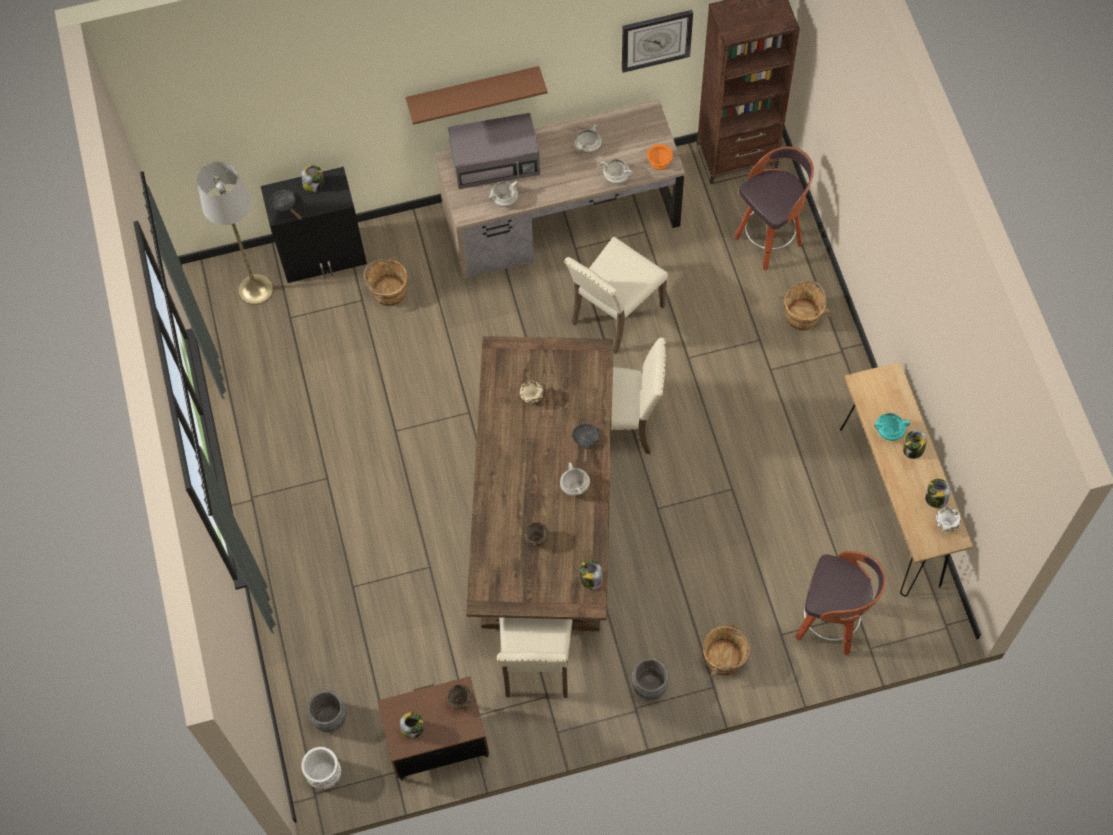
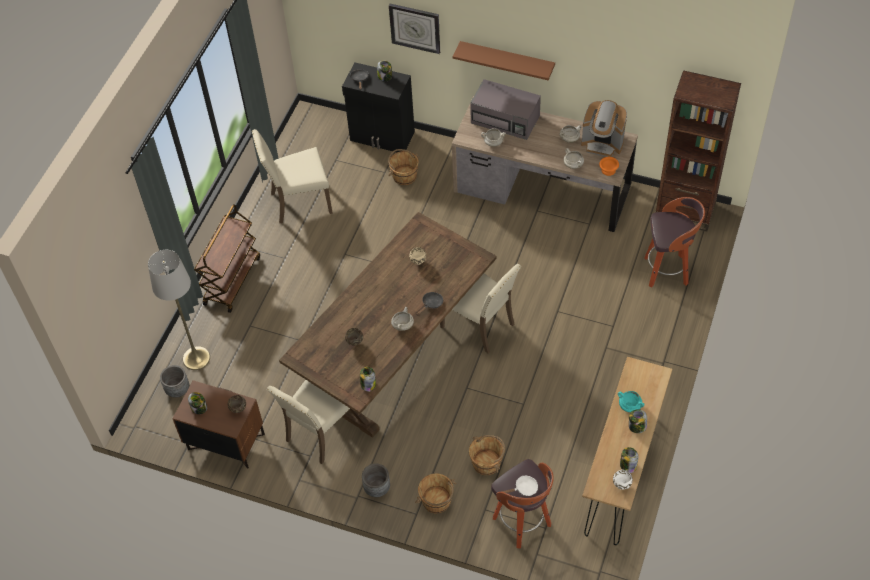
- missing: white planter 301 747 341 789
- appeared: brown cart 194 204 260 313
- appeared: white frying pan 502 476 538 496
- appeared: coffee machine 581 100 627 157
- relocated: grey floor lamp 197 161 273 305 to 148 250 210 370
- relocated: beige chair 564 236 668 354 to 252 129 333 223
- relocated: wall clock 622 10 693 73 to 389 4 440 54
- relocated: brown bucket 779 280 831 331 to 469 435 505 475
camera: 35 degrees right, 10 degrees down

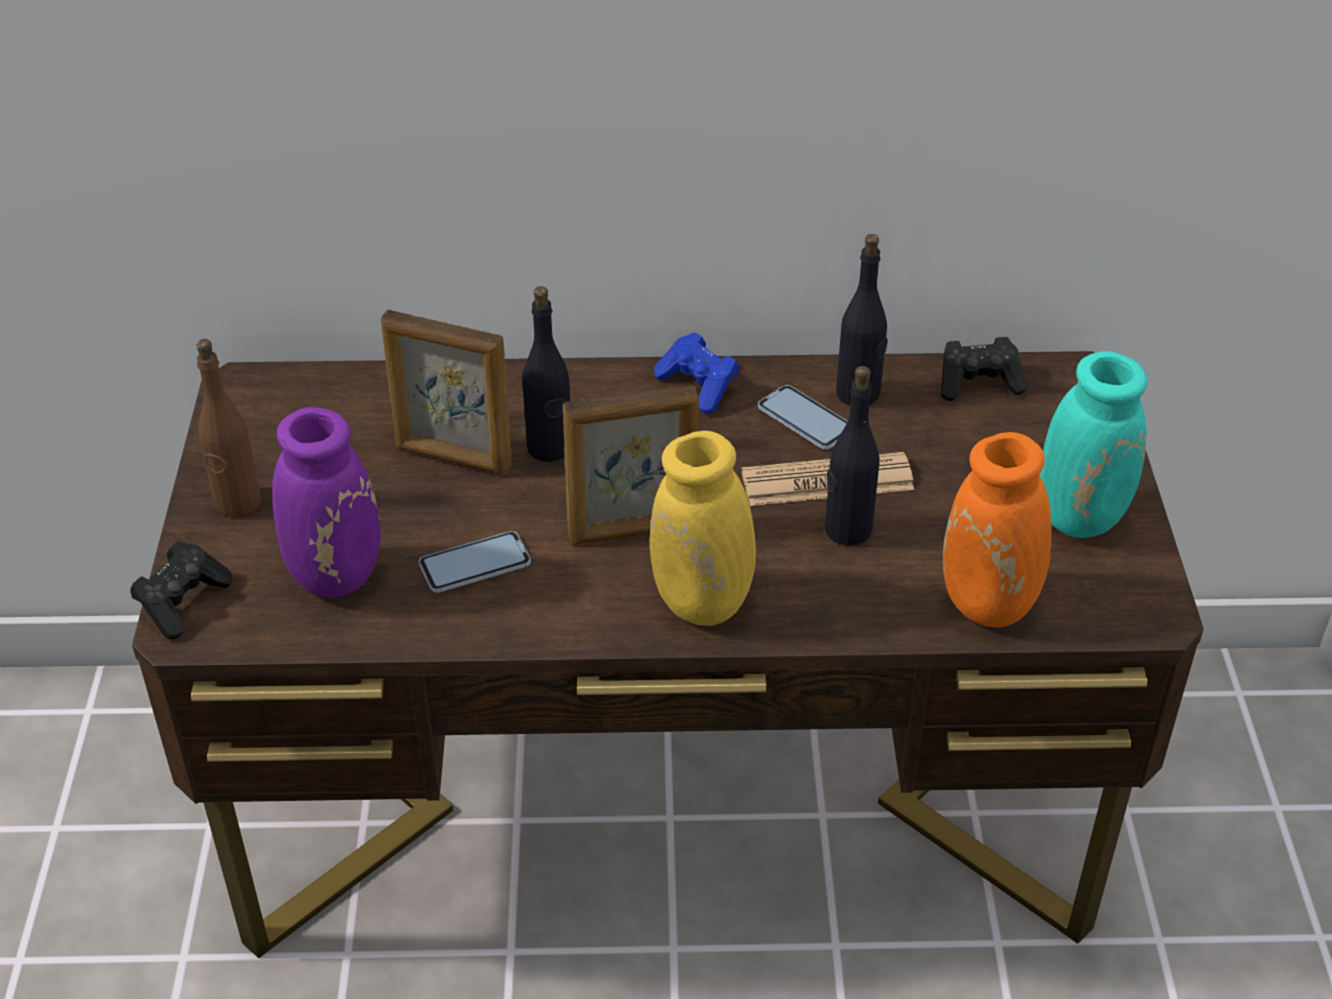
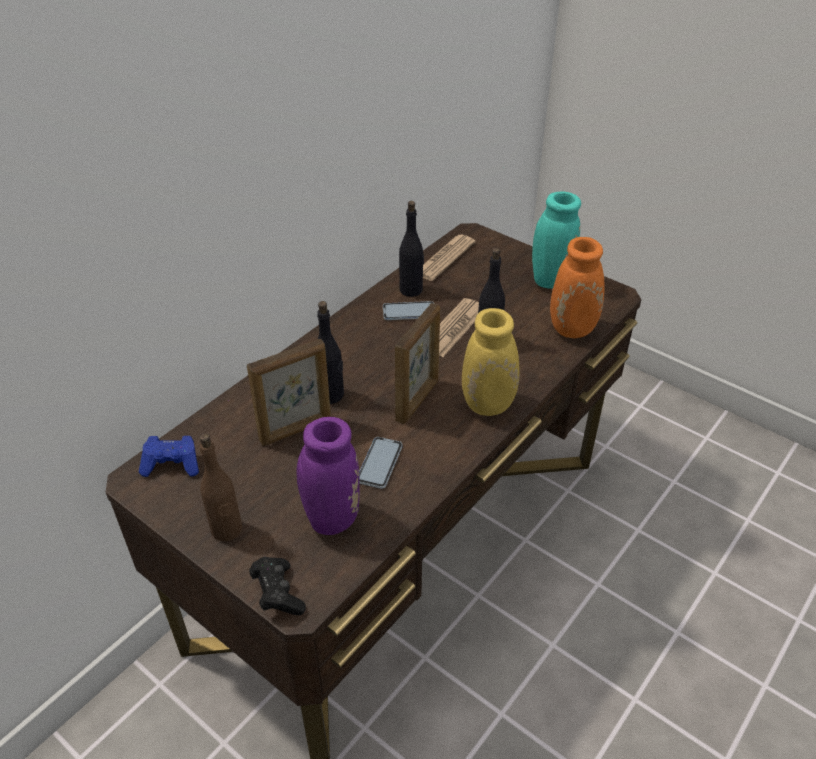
- relocated: blue game controller 654 332 739 414 to 139 436 199 477
- exchanged: black game controller 941 337 1027 401 to newspaper 423 235 475 281
camera: 50 degrees left, 0 degrees up

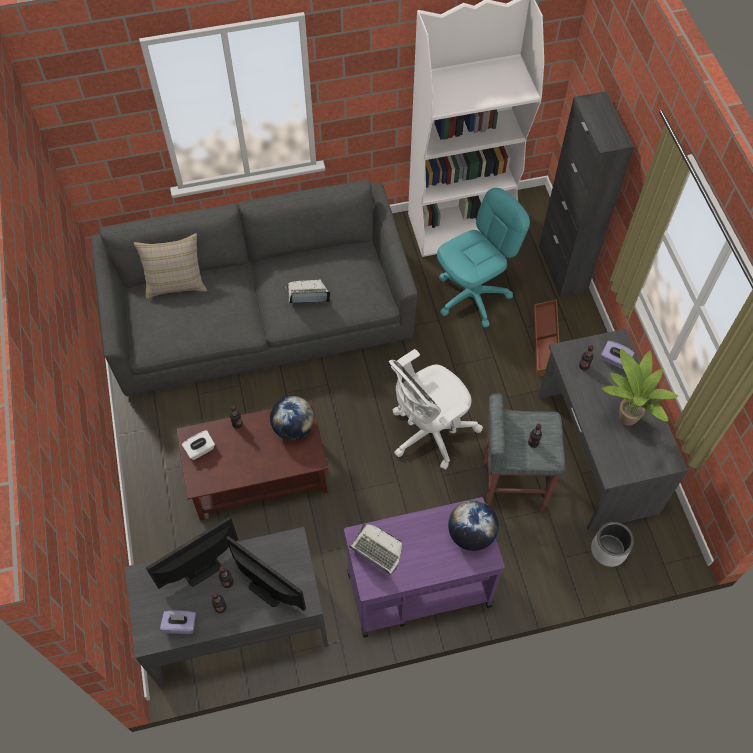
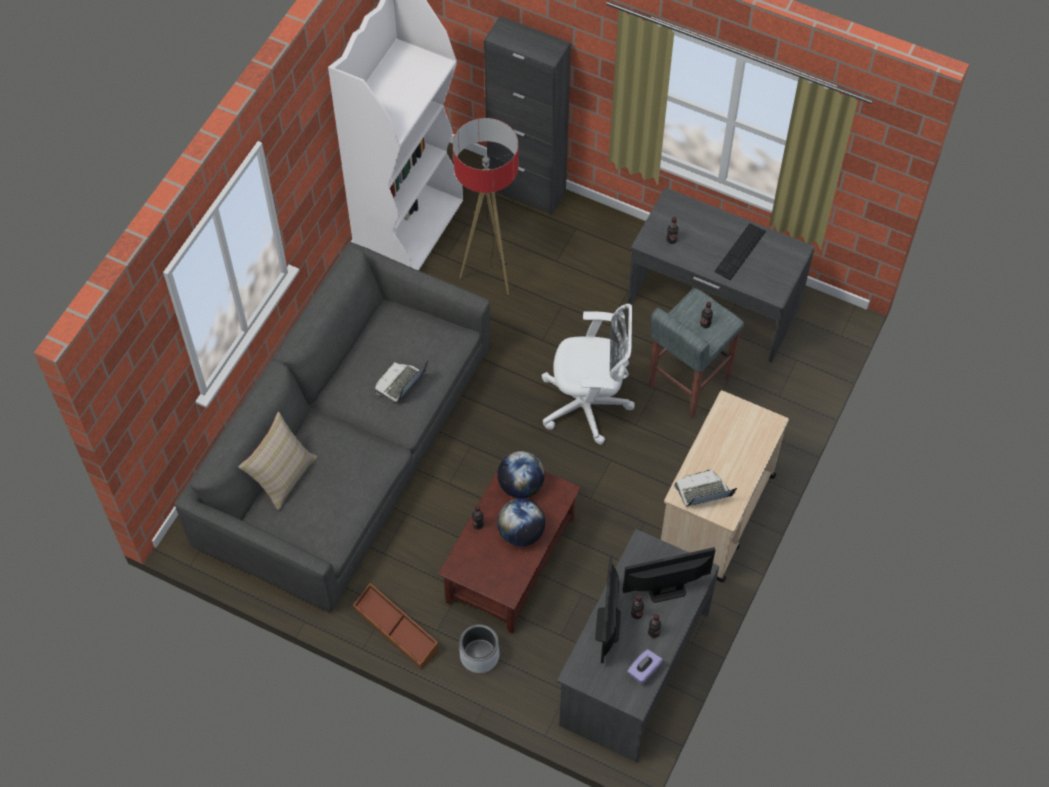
- missing: white tissue box 182 430 215 460
- missing: purple tissue box 601 341 634 369
- relocated: globe 448 500 499 551 to 497 498 545 546
- relocated: brown storage box 533 299 560 376 to 353 583 439 669
- relocated: grey planter 591 521 634 567 to 459 624 499 673
- exchanged: turquoise office chair 437 188 530 328 to floor lamp 453 118 518 295
- exchanged: potted plant 602 348 678 426 to keyboard 714 223 766 280
- colour: purple cart 344 497 505 638 to beige cart 661 390 789 582
- spun: white office chair 389 349 483 470 = 542 304 635 445 90 degrees counterclockwise
camera: 50 degrees left, 0 degrees up

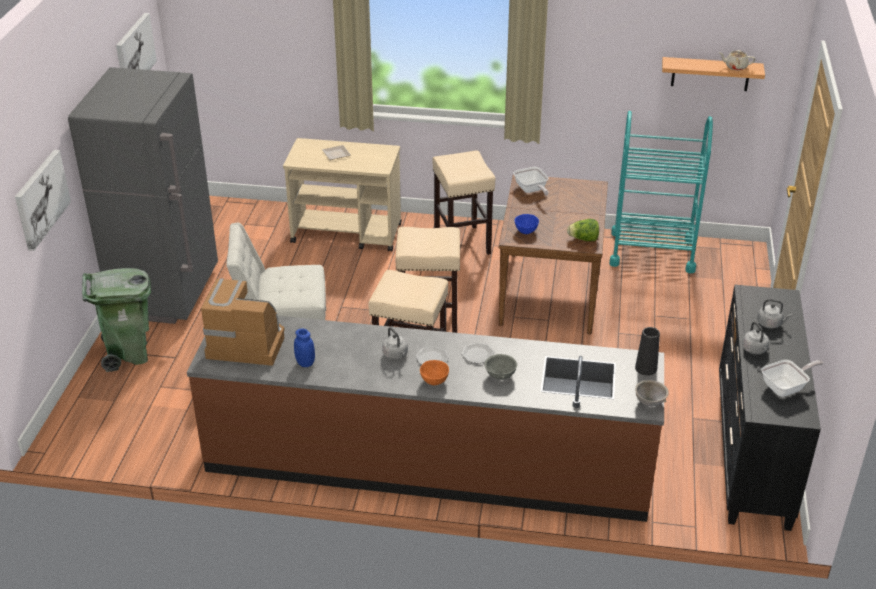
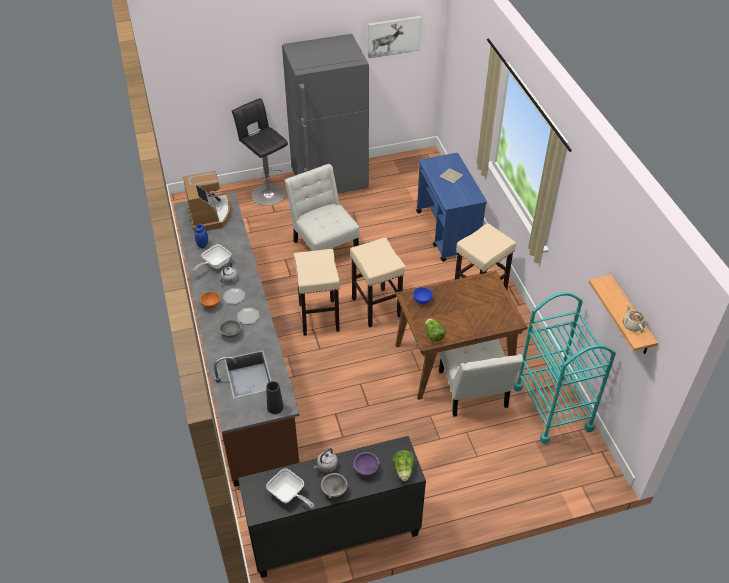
- missing: picture 15 150 71 251
- appeared: lettuce 393 450 414 481
- appeared: white chair 439 339 524 417
- relocated: frying pan 513 167 549 195 to 193 244 231 272
- relocated: grey bowl 635 380 668 406 to 321 473 347 498
- exchanged: green trash can 82 268 151 372 to black stool 232 98 288 206
- exchanged: grey kettle 757 299 792 329 to purple bowl 353 452 380 476
- colour: beige cart 283 138 402 252 to blue cart 416 153 487 262
camera: 65 degrees right, 10 degrees up

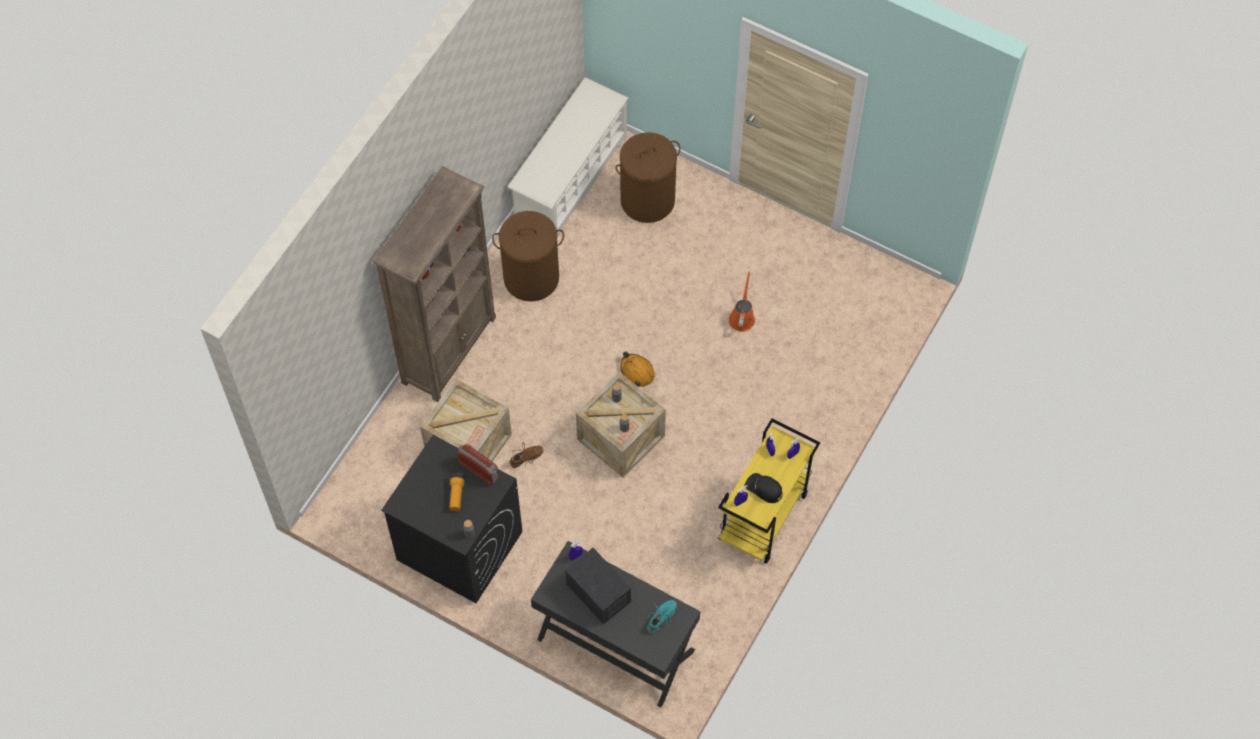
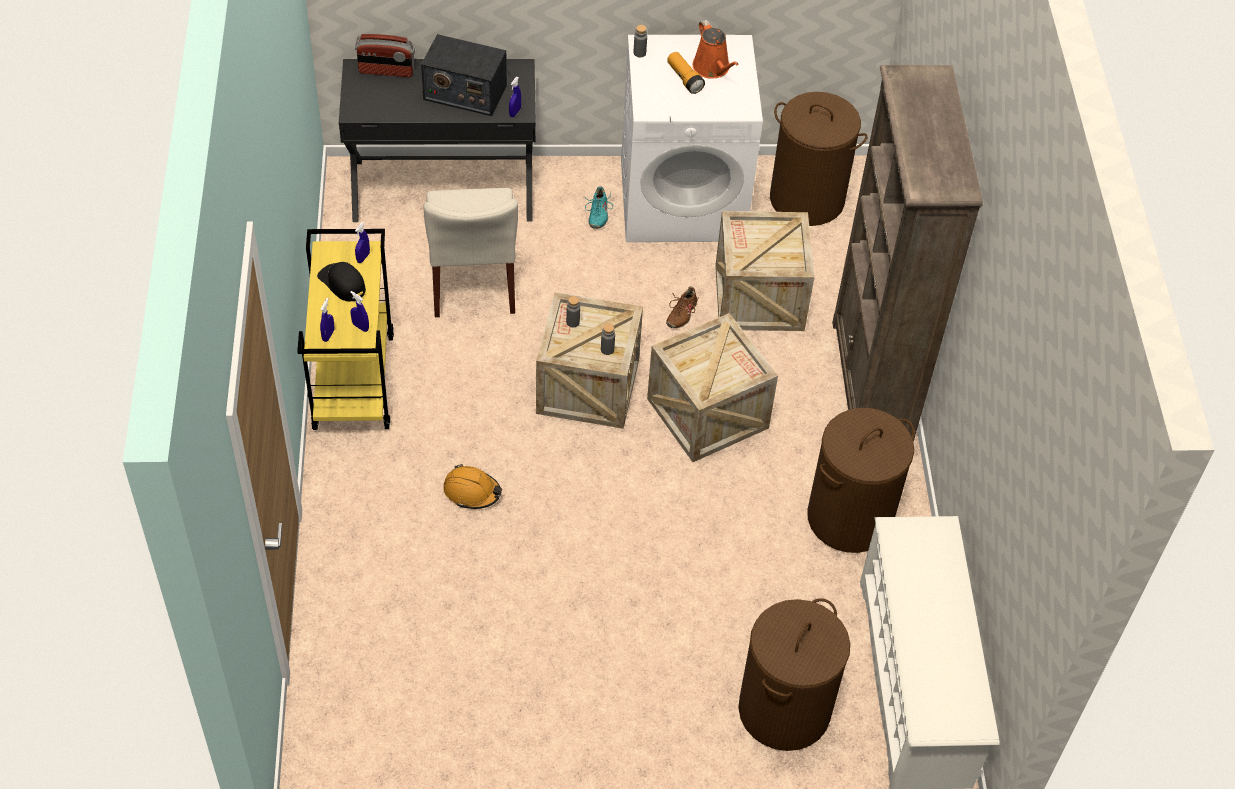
- appeared: beige chair 423 188 518 317
- appeared: crate 647 313 778 462
- appeared: brown laundry basket 770 92 868 226
- relocated: radio 457 444 499 485 to 355 34 415 77
- relocated: orange hard hat 620 352 655 387 to 443 464 502 509
- relocated: turquoise shoe 646 600 677 633 to 584 186 613 229
- relocated: orange watering can 729 271 755 332 to 692 20 739 79
- colour: black washing machine 381 435 522 603 to white washing machine 621 35 763 242
- spun: black cap 744 473 783 503 = 317 262 366 302 135 degrees counterclockwise
camera: 145 degrees right, 10 degrees down

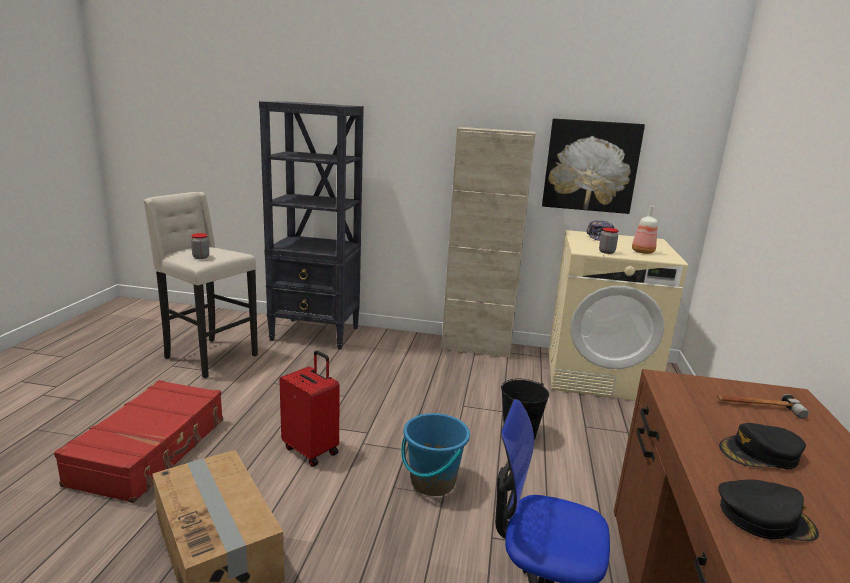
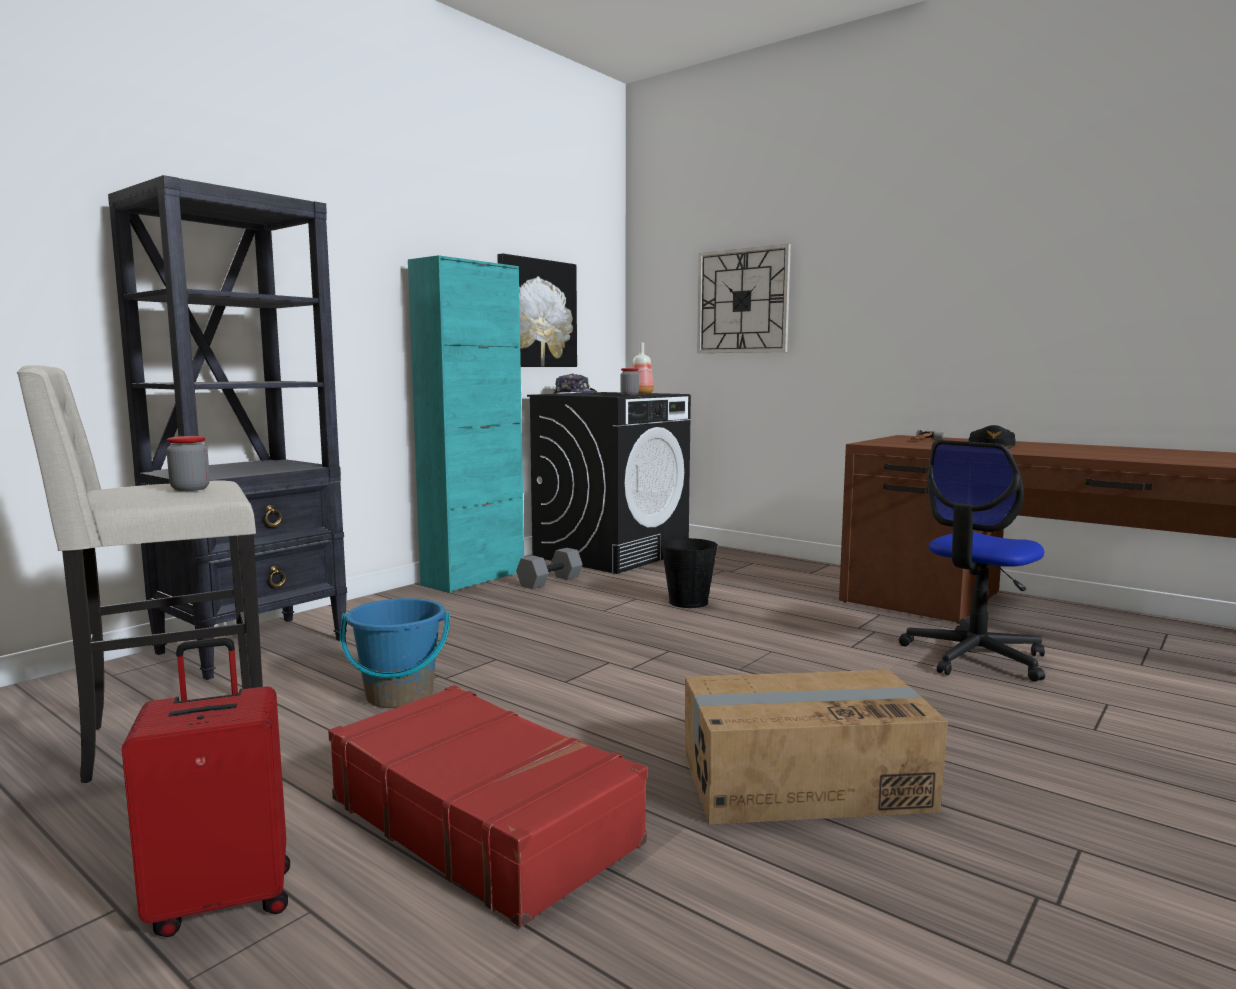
- missing: black cap 718 480 819 541
- appeared: grey dumbbell 516 548 583 589
- appeared: wall clock 697 244 791 353
- relocated: red suitcase 280 350 340 467 to 122 638 290 937
- relocated: blue bucket 401 413 470 496 to 340 598 450 708
- colour: beige cabinet 441 127 535 359 to turquoise cabinet 408 255 524 593
- colour: beige washing machine 549 230 688 401 to black washing machine 527 392 691 574
camera: 60 degrees left, 10 degrees down

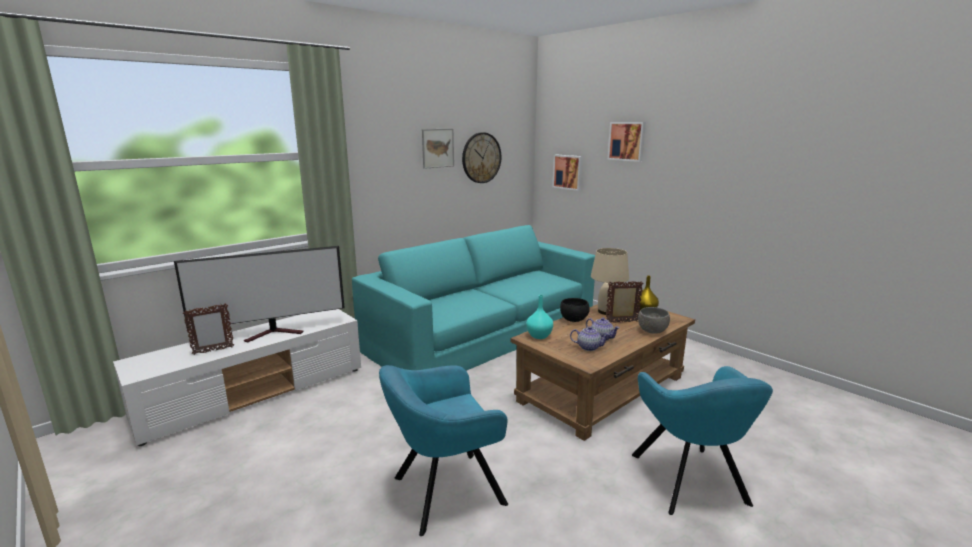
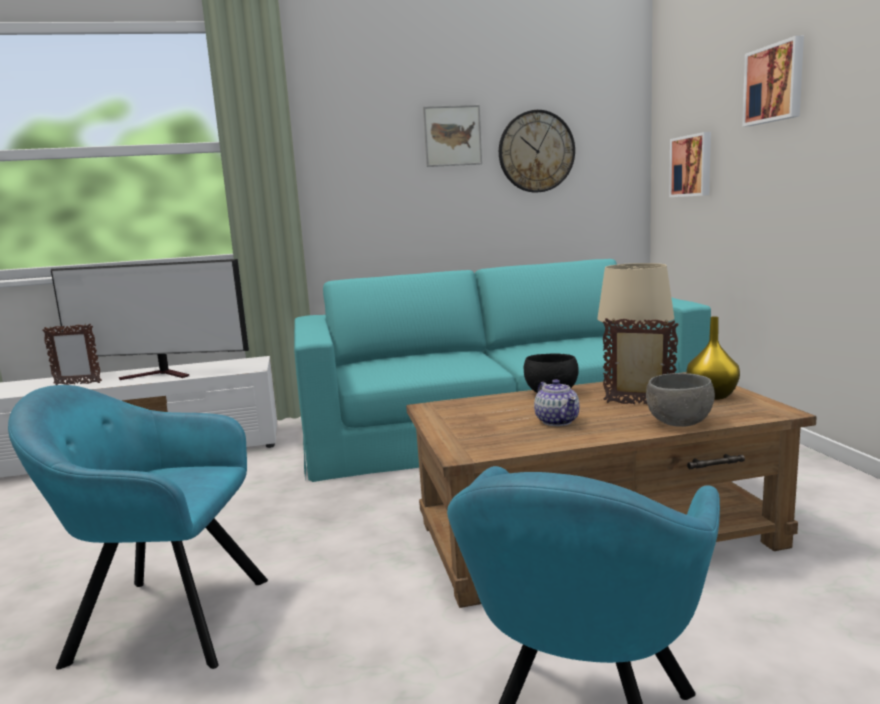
- missing: turquoise vase 526 295 553 339
- missing: teapot 570 326 610 351
camera: 30 degrees right, 5 degrees down

